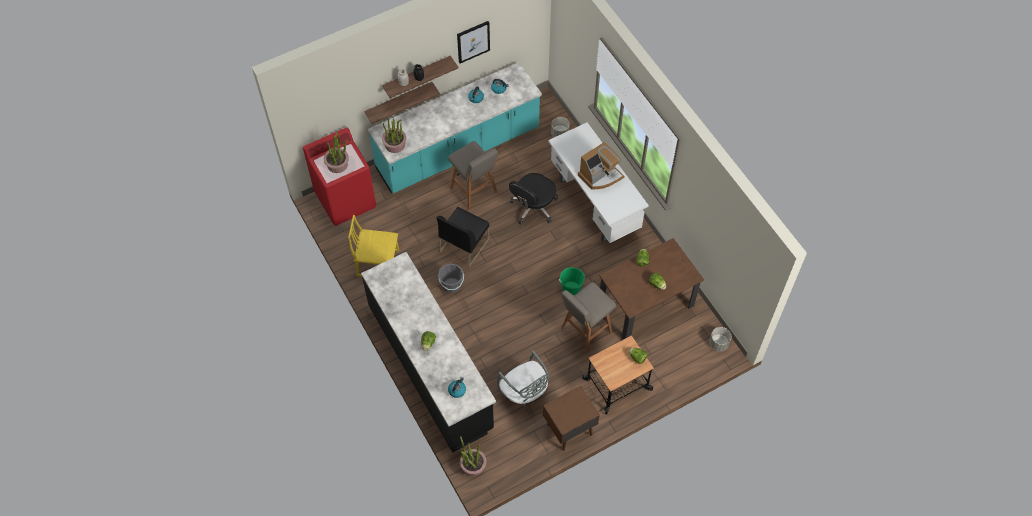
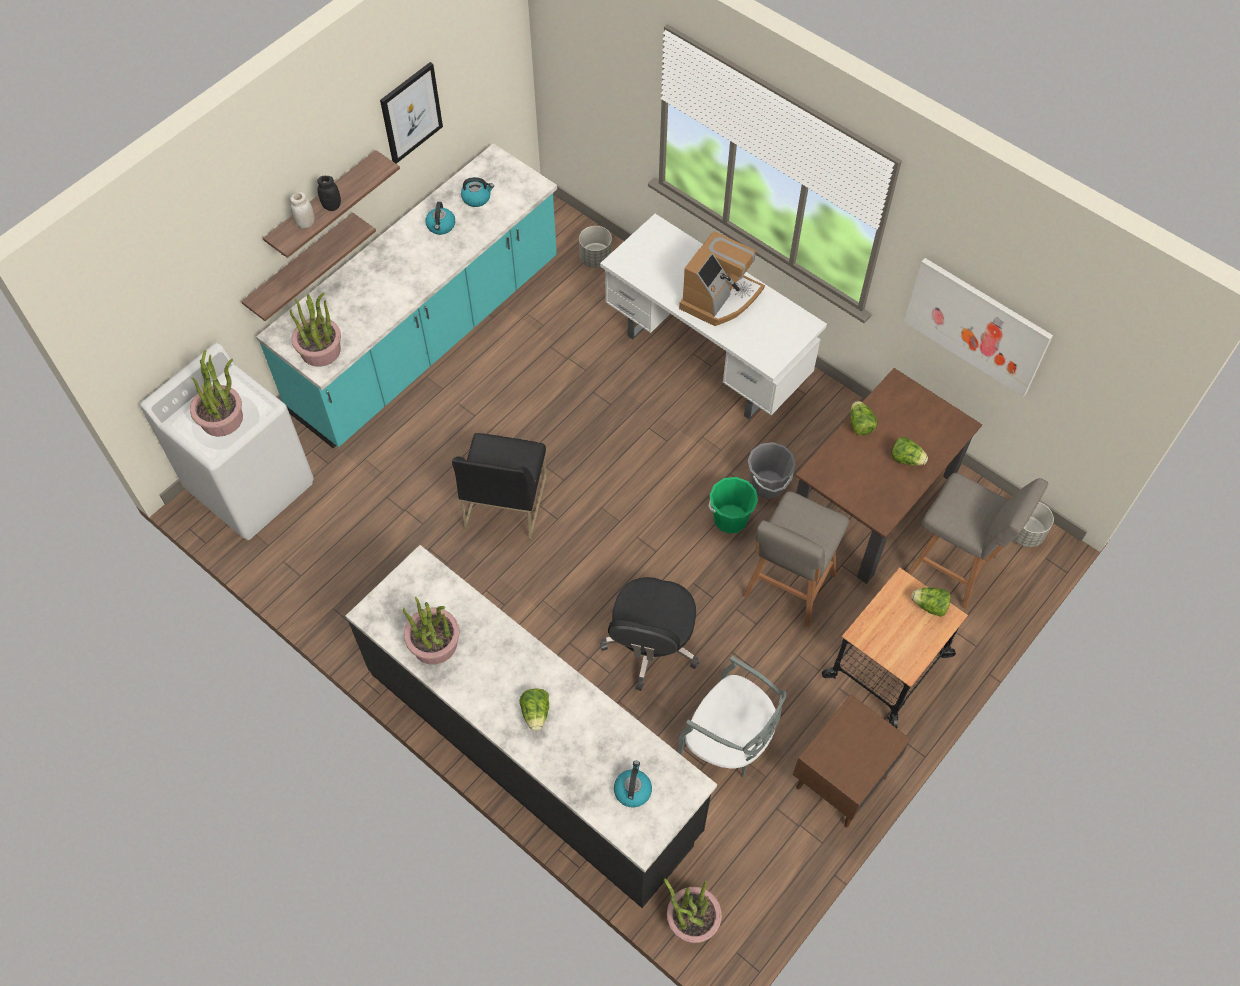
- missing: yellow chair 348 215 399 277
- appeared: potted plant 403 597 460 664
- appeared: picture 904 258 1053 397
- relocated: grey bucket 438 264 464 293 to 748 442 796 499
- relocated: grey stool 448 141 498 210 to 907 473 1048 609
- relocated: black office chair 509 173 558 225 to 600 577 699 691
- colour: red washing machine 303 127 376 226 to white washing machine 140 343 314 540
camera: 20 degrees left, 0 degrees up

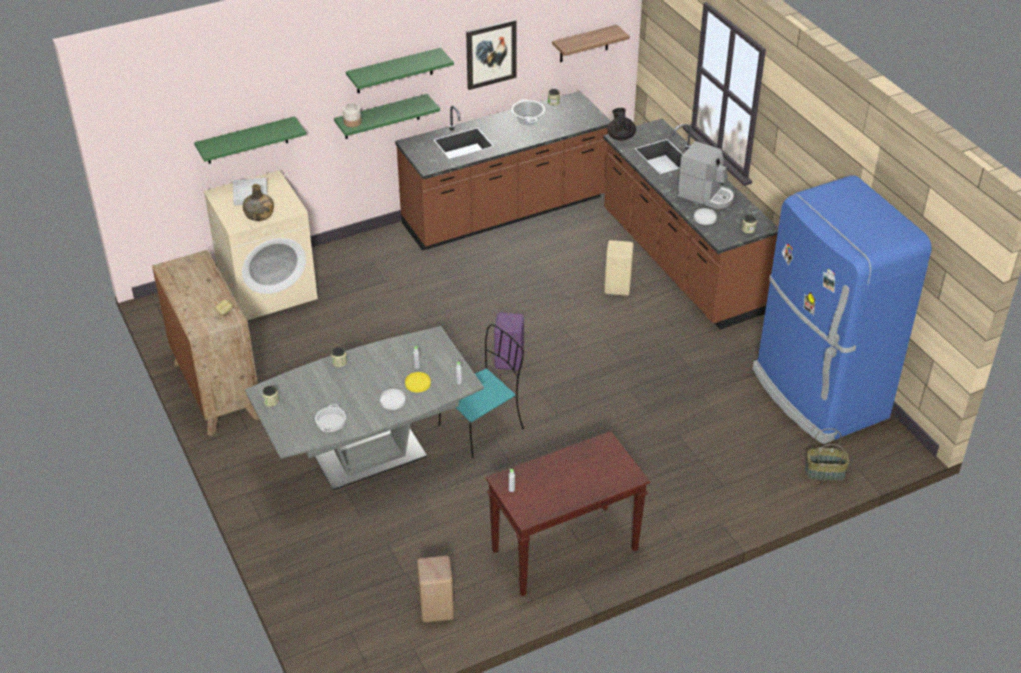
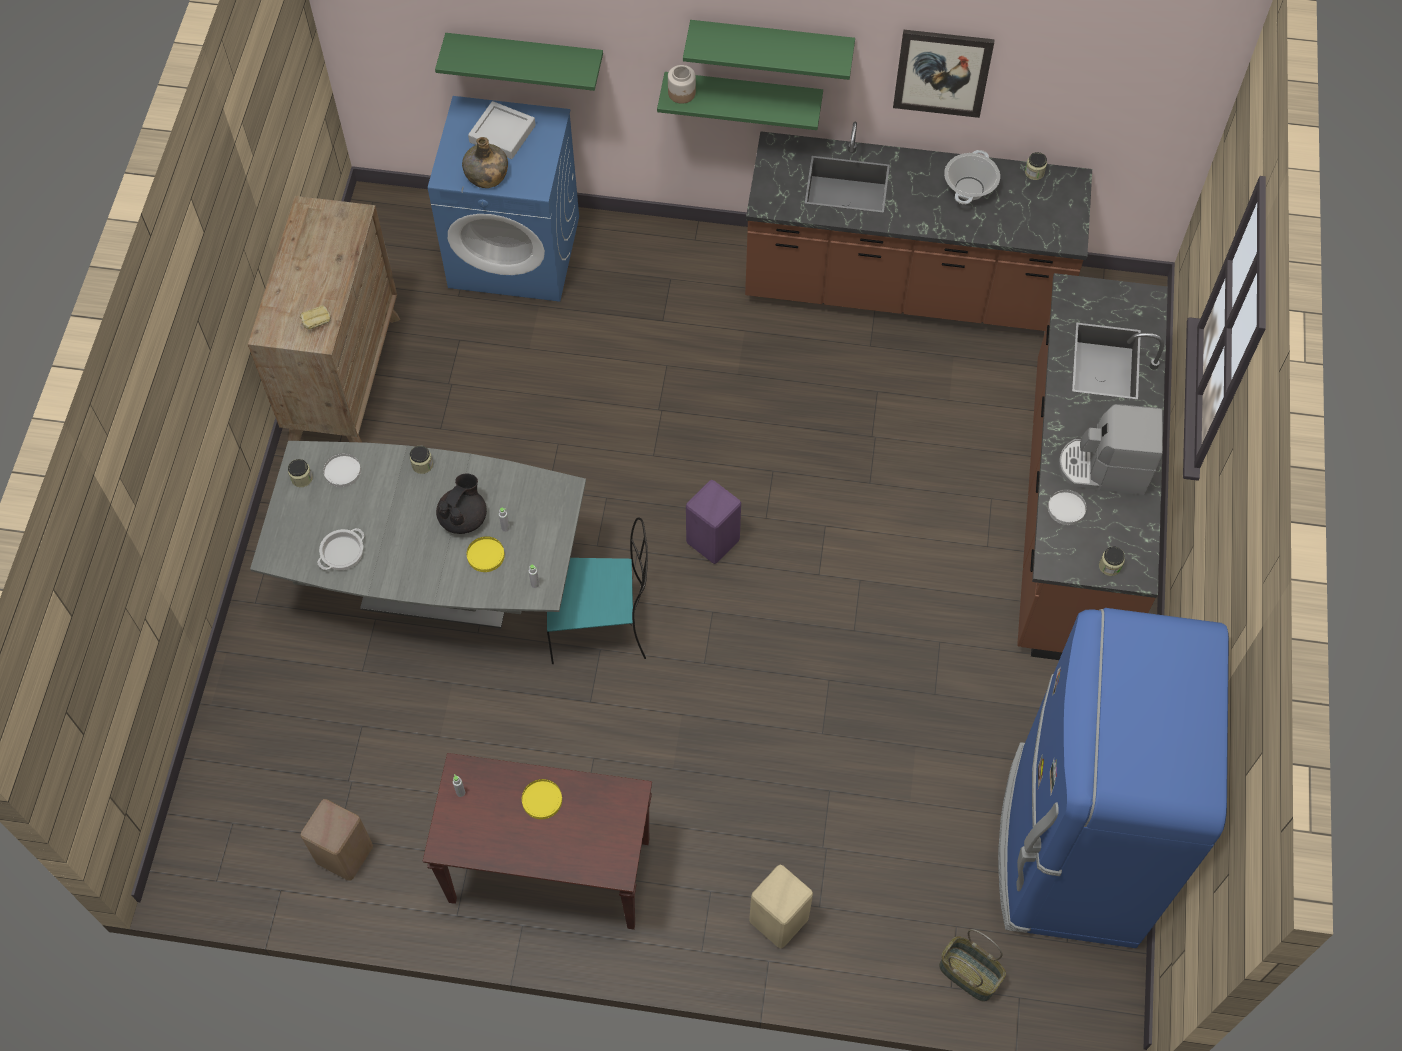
- missing: shelf 552 25 630 62
- appeared: yellow plate 522 779 562 819
- relocated: white plate 380 389 406 410 to 323 453 361 488
- relocated: beige stool 604 240 634 296 to 749 865 813 948
- relocated: black teapot 607 108 636 141 to 436 473 487 534
- colour: beige washing machine 203 170 318 321 to blue washing machine 428 96 579 302
- spun: coffee machine 678 141 734 209 = 1059 404 1163 495 120 degrees clockwise
camera: 35 degrees right, 20 degrees up

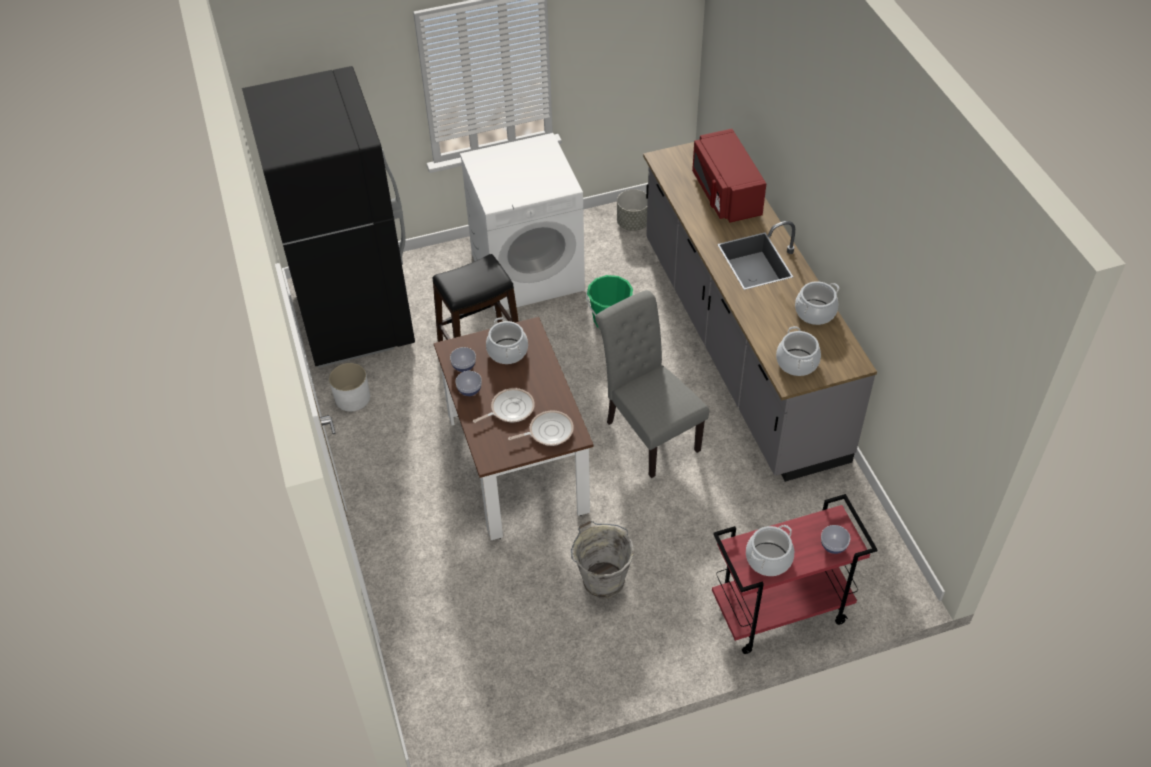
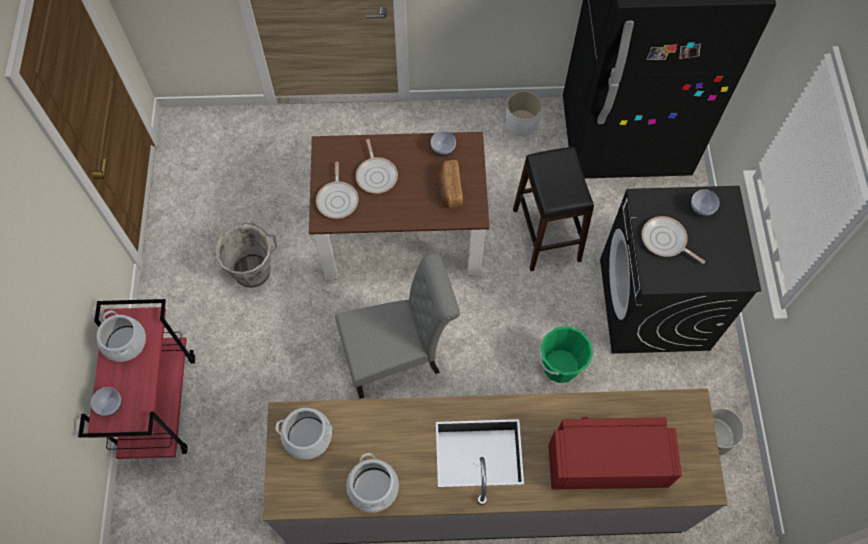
- appeared: frying pan 642 216 705 264
- relocated: bowl 455 371 482 396 to 691 189 720 217
- exchanged: cooking pot 486 317 528 364 to bread 439 160 463 208
- colour: white washing machine 460 133 585 313 to black washing machine 600 186 761 354
camera: 105 degrees right, 15 degrees up

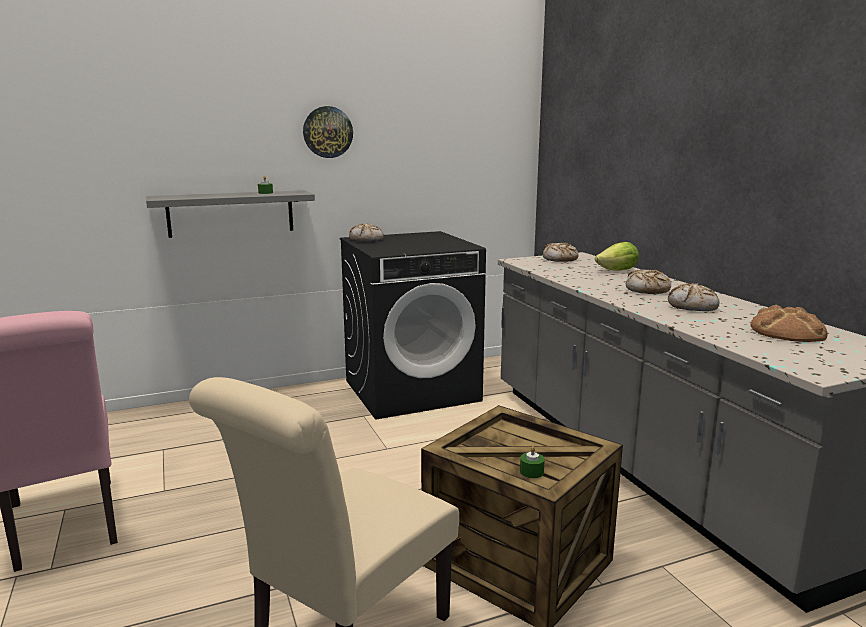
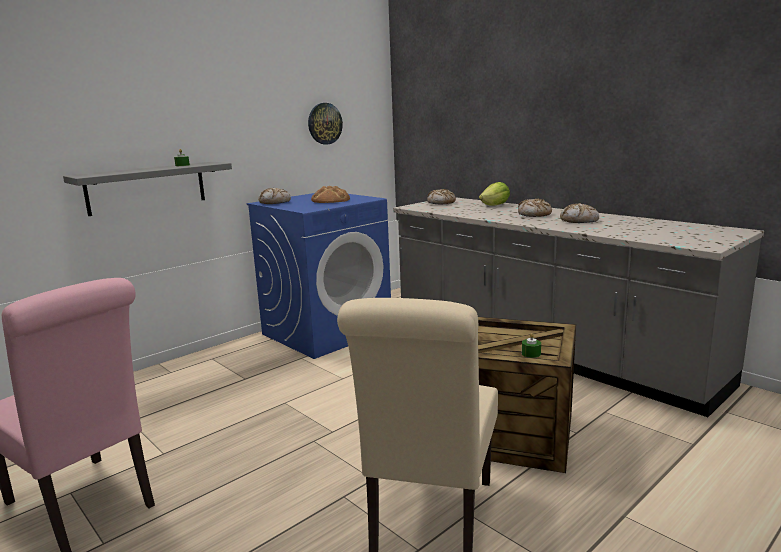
- relocated: wall clock 303 106 353 158 to 308 103 343 145
- relocated: bread 750 305 827 342 to 311 186 350 203
- colour: black washing machine 340 231 486 420 to blue washing machine 247 193 391 359
camera: 20 degrees left, 0 degrees up

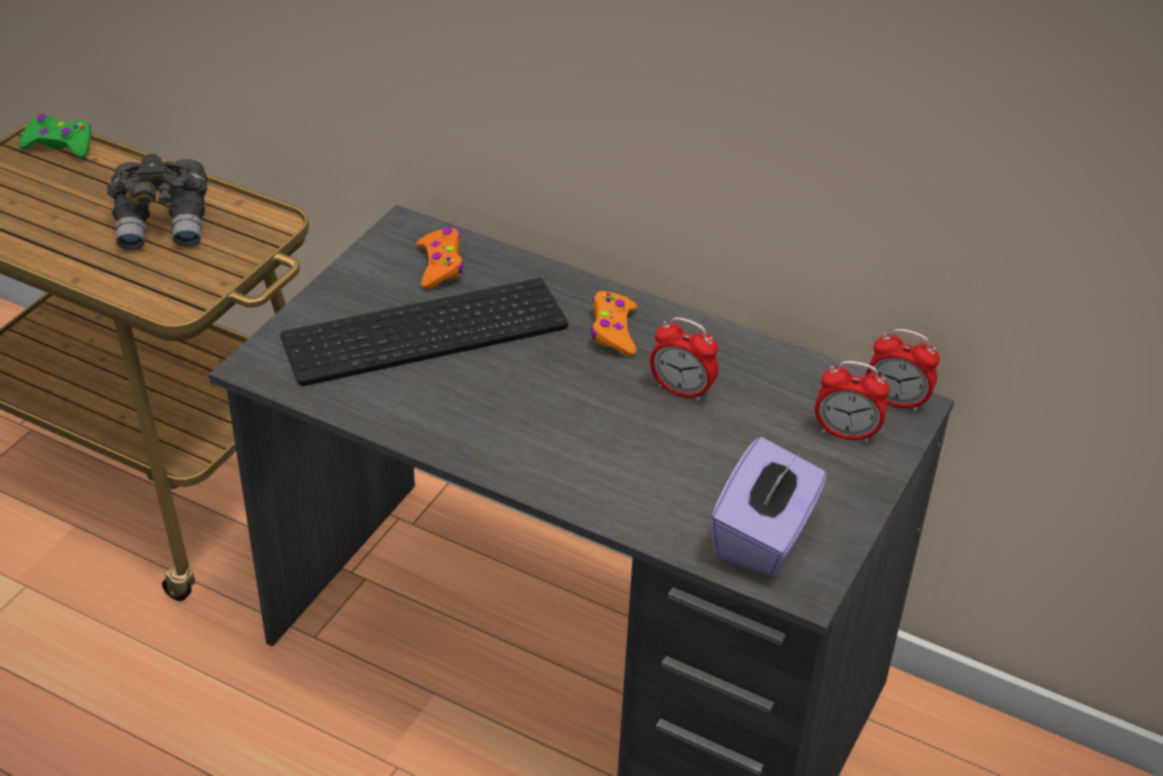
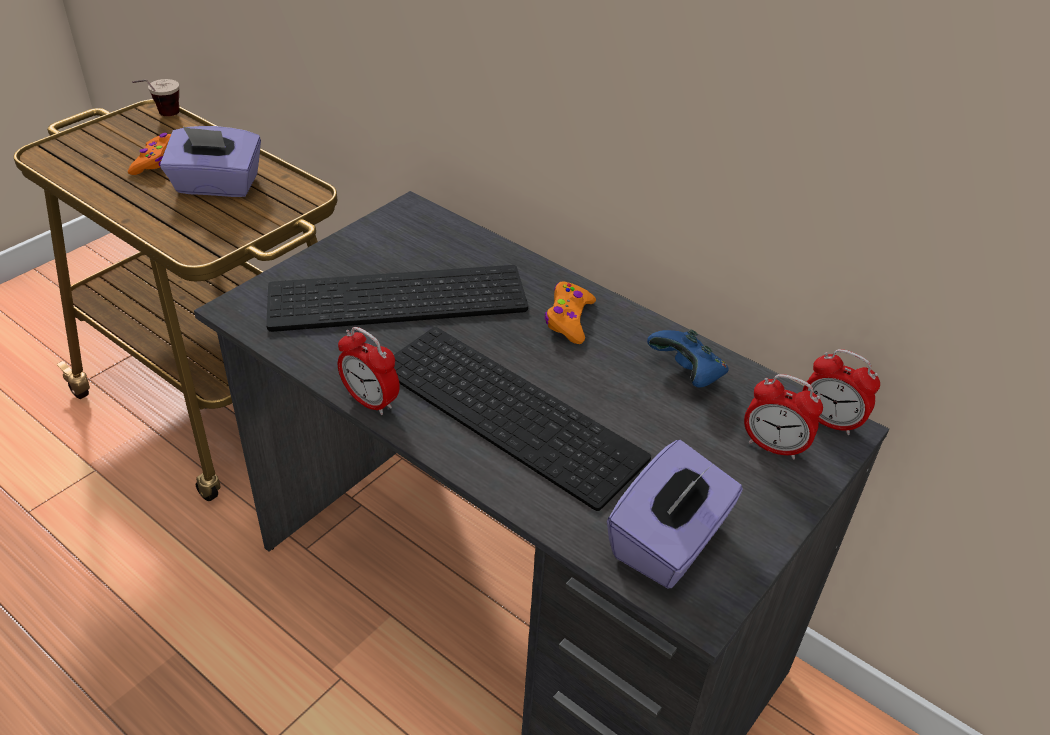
- appeared: keyboard 394 327 651 511
- appeared: blue game controller 647 329 729 388
- relocated: orange game controller 417 228 463 289 to 128 133 171 175
- relocated: alarm clock 650 317 718 402 to 338 327 400 415
- exchanged: green game controller 19 114 91 158 to cup 132 79 180 116
- exchanged: grey binoculars 107 154 208 250 to purple tissue box 160 126 261 197
camera: 10 degrees right, 0 degrees up

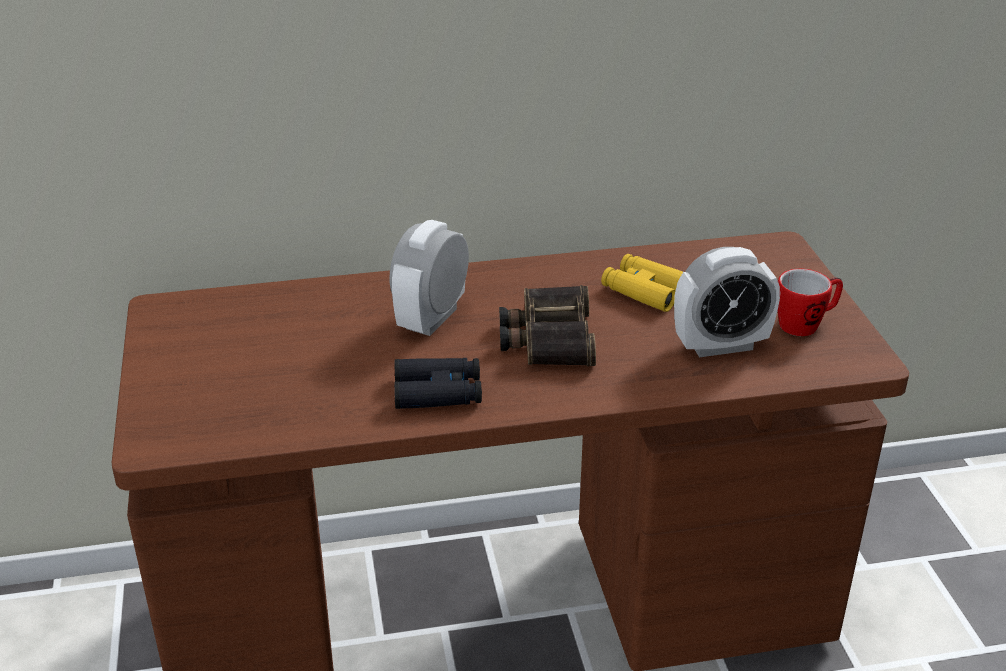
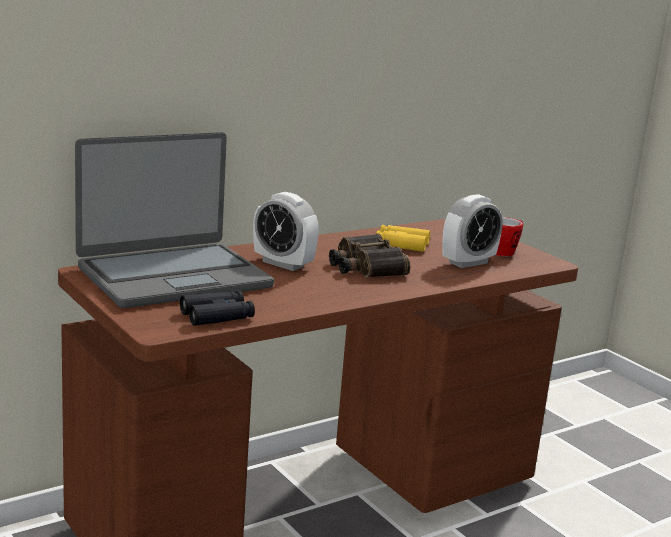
- appeared: laptop 75 132 274 308
- relocated: black binoculars 394 358 482 409 to 180 291 255 326
- spun: alarm clock 390 220 469 336 = 253 192 319 271 60 degrees counterclockwise
camera: 25 degrees left, 15 degrees down

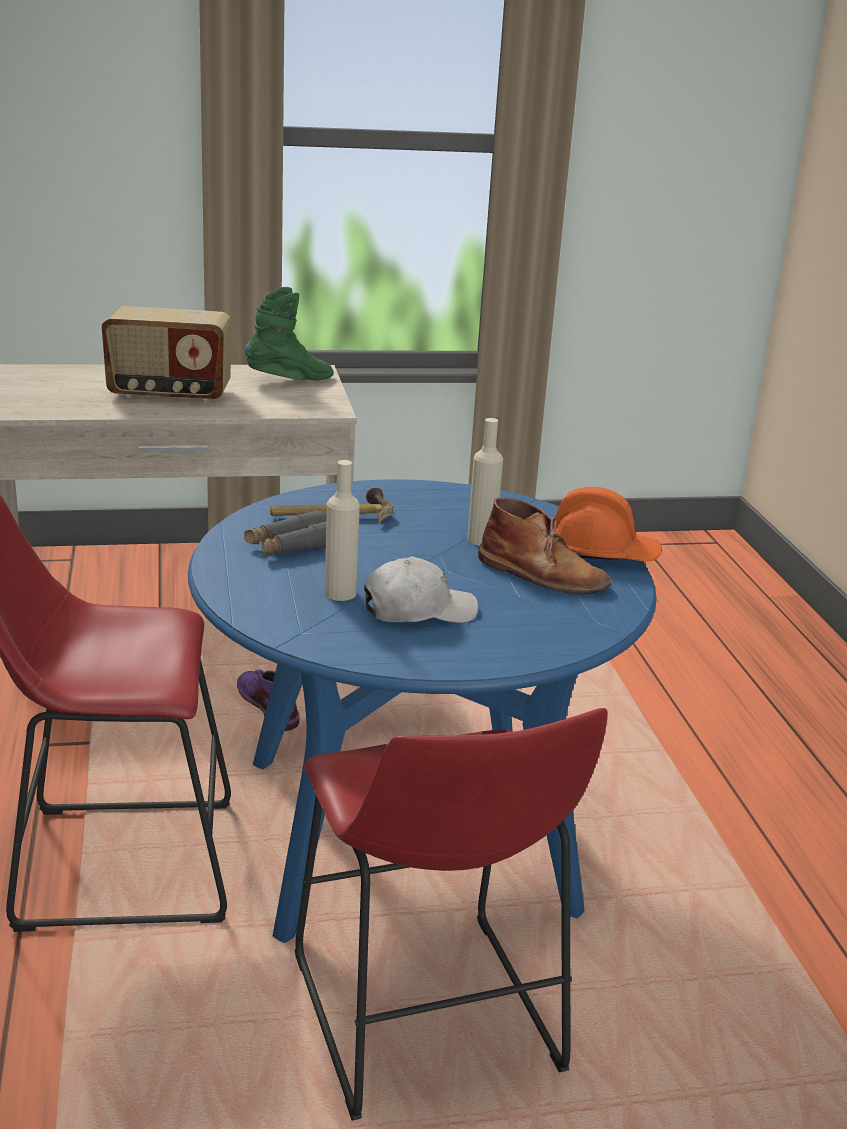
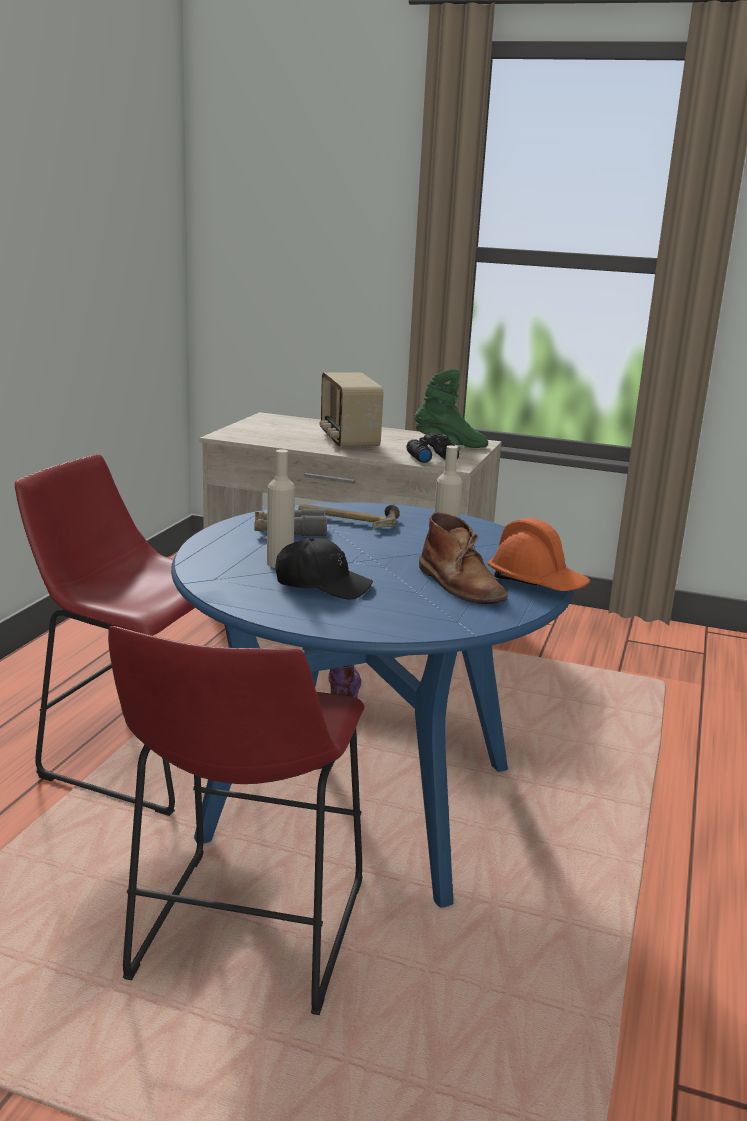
- appeared: black binoculars 406 433 459 463
- colour: white cap 364 556 478 623 to black cap 275 538 373 600
- spun: radio 102 306 232 403 = 320 372 383 449 45 degrees clockwise
camera: 30 degrees right, 5 degrees down

